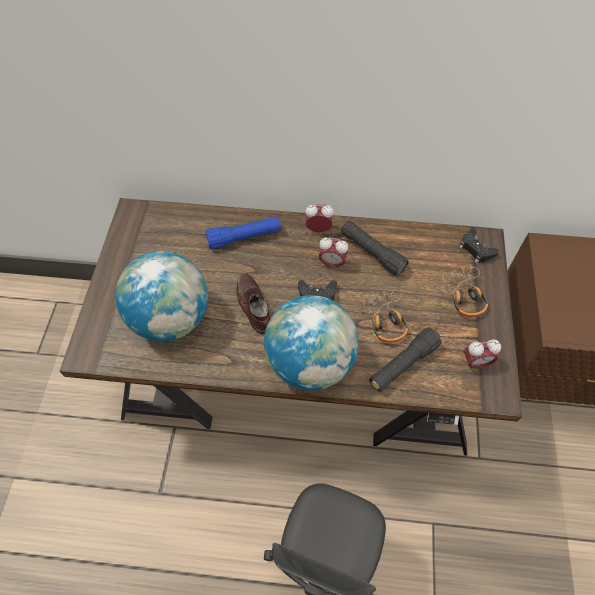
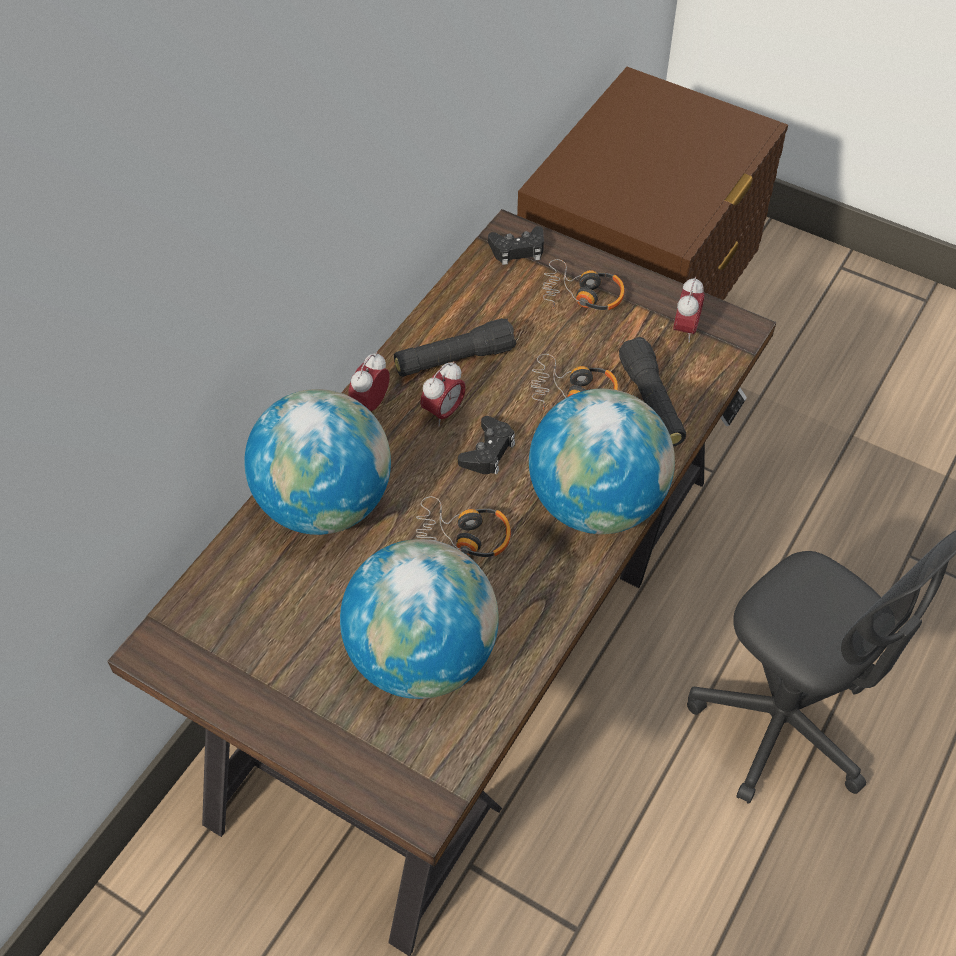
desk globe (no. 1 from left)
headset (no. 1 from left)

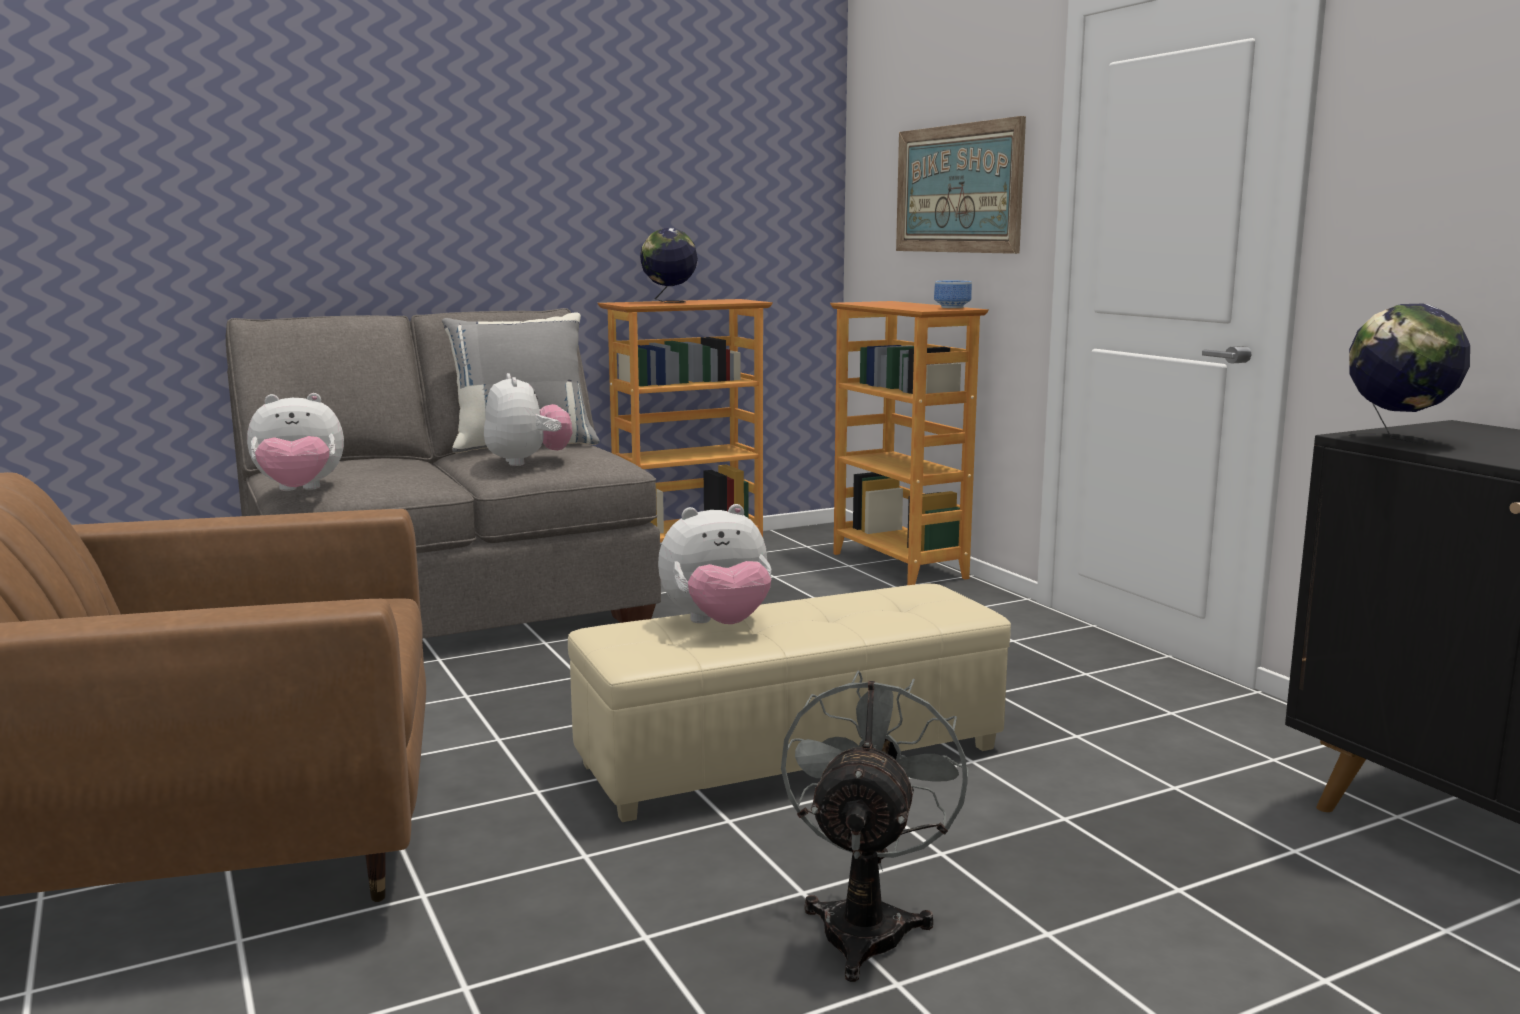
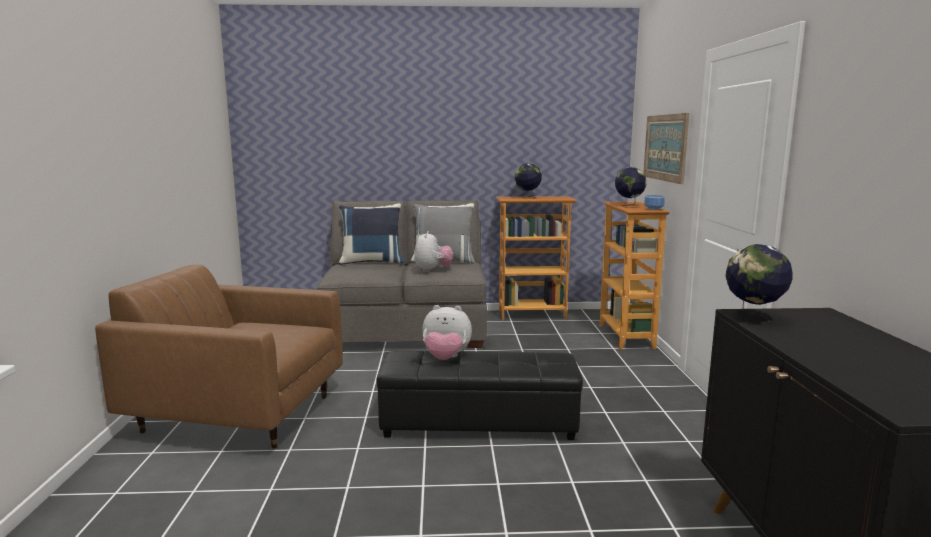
soft toy (no. 1 from left in the first image)
ottoman (black)
electric fan (gray)
pillow (bluish)
desk globe (no. 2 from left)

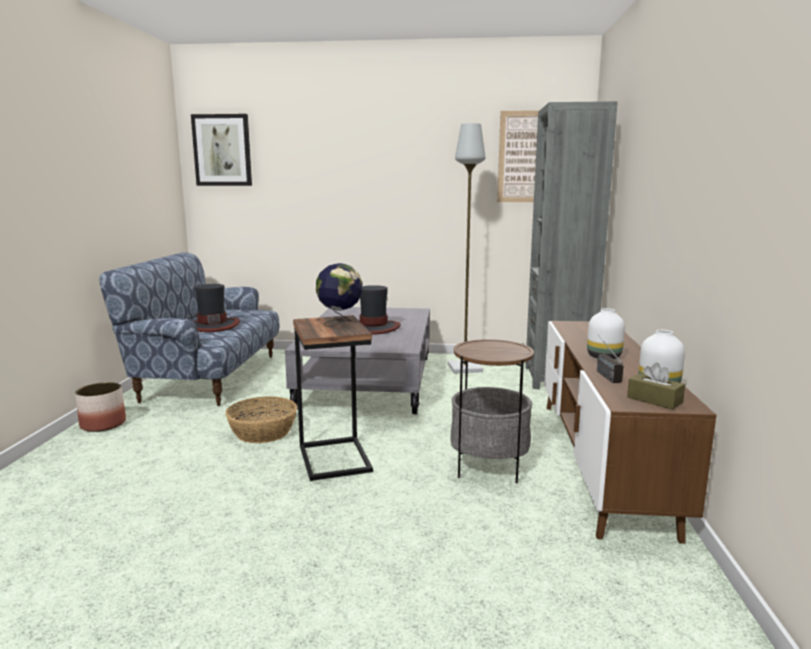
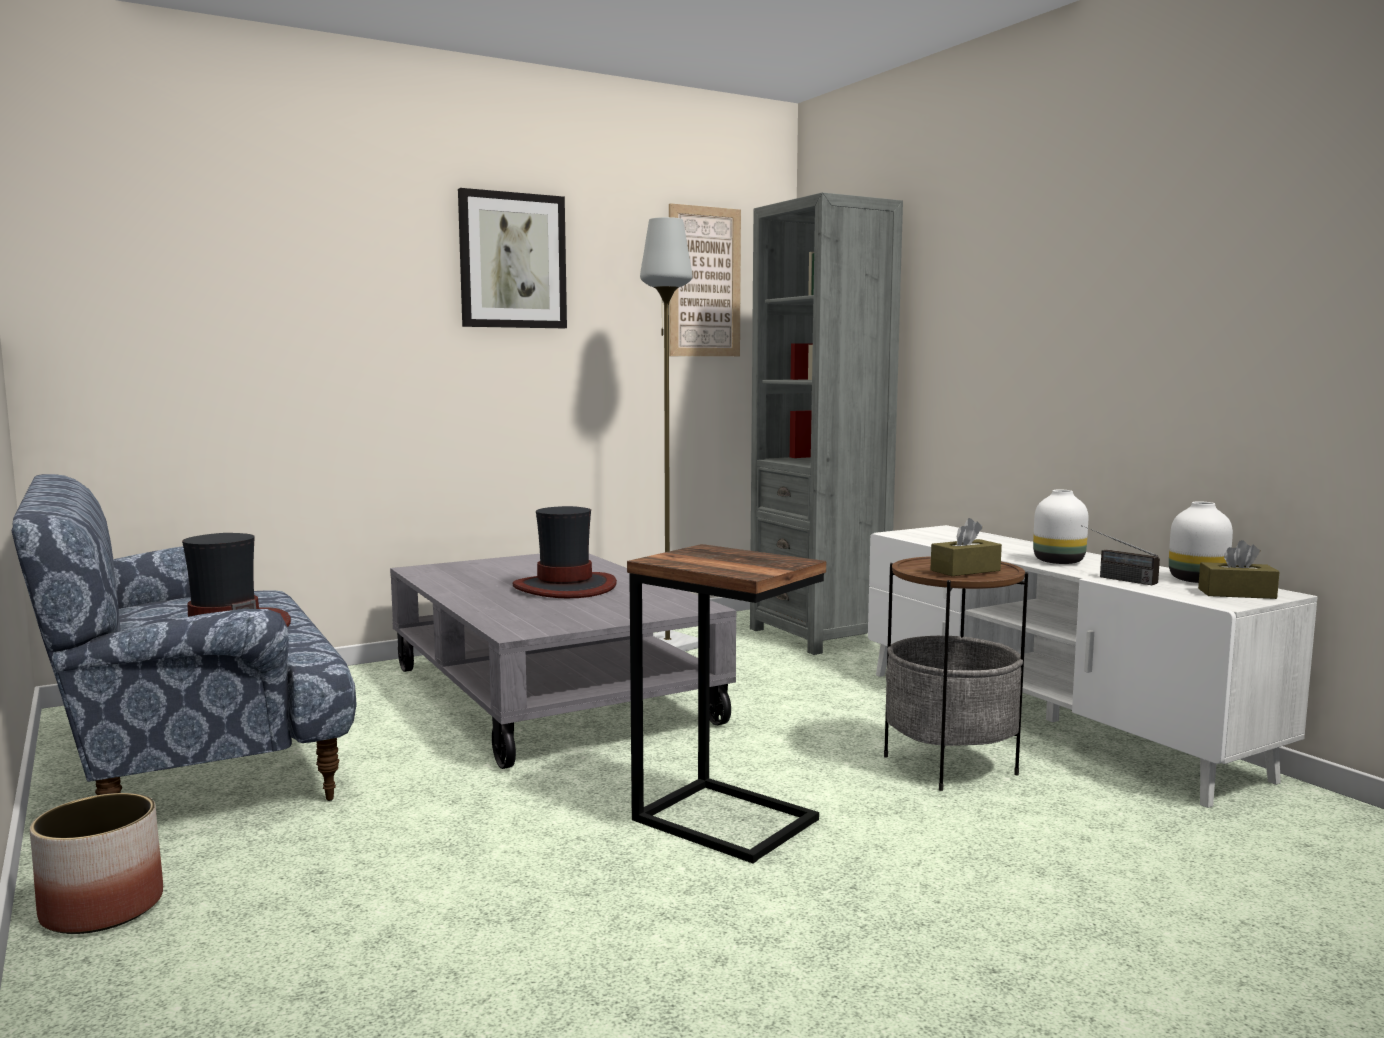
wall art (no. 1 from left)
storage basket
desk globe
tv stand (whitish)
box of tissues (brownish) (no. 1 from left)

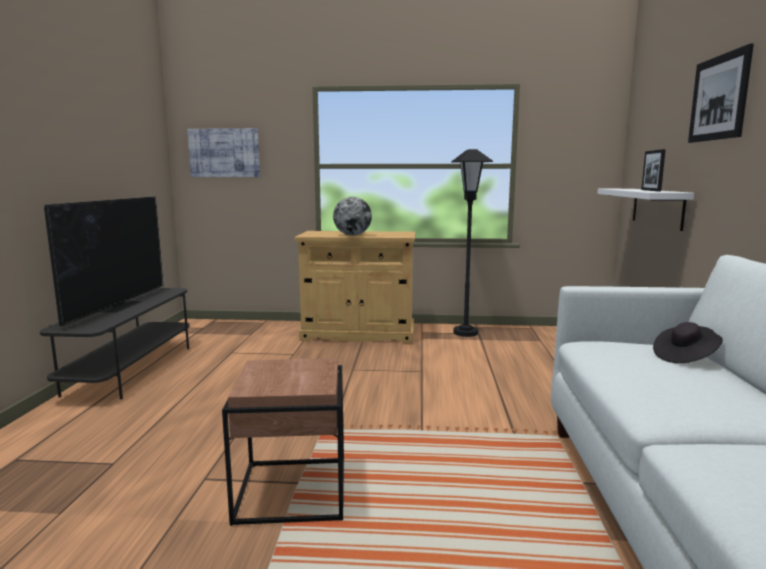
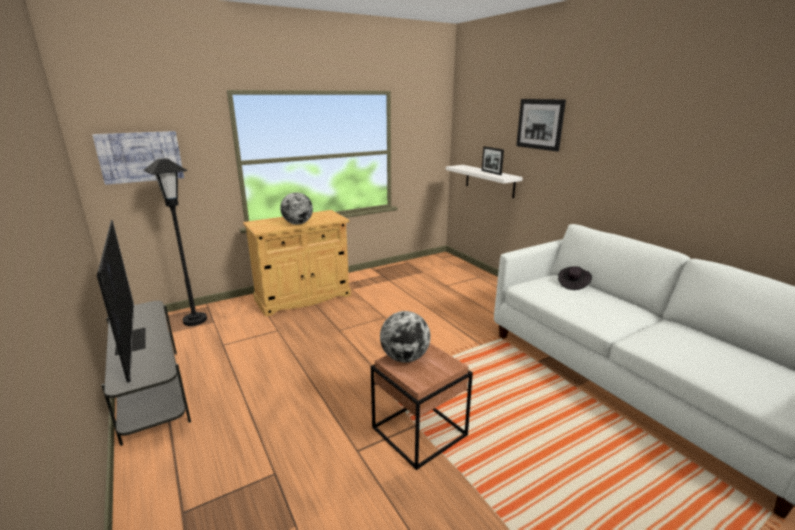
floor lamp (black)
desk globe (no. 2 from left)

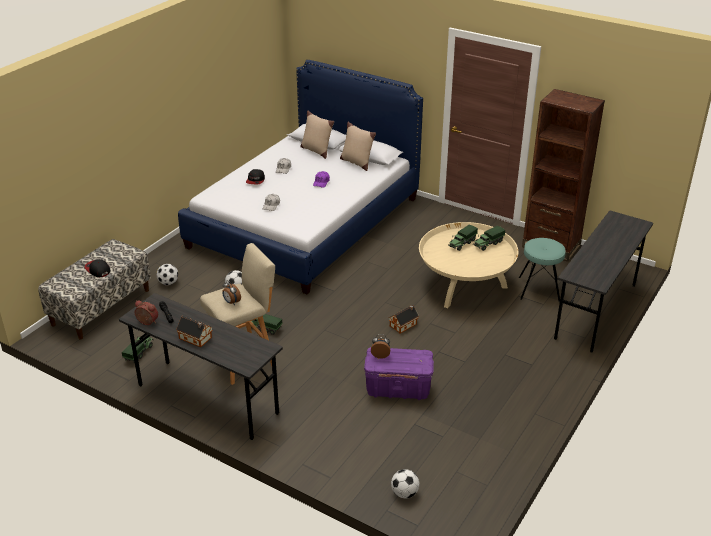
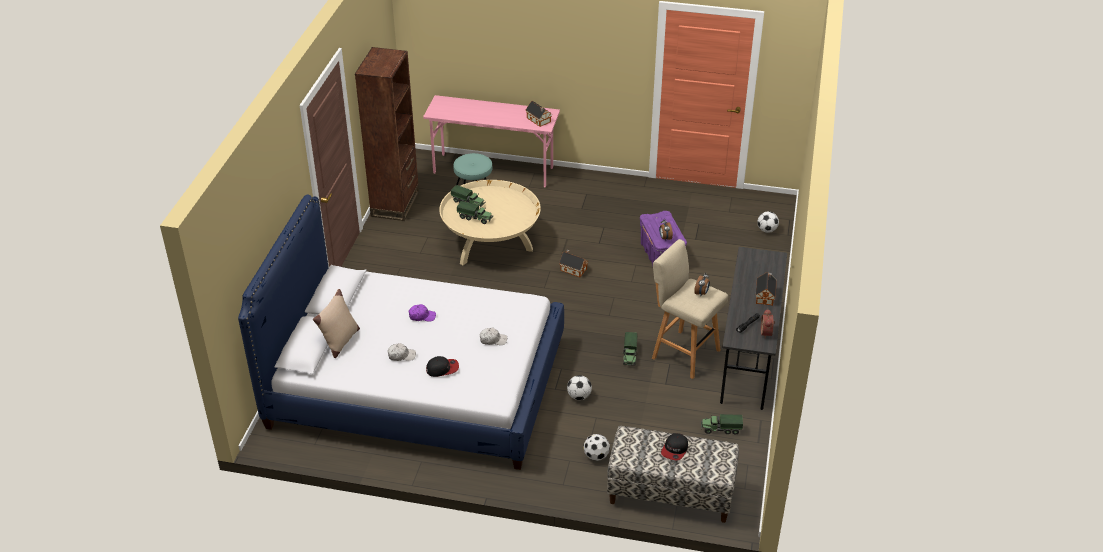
pillow (beige) (no. 2 from left in the first image)
desk unit (pinkish)
miniature house (no. 1 from left)

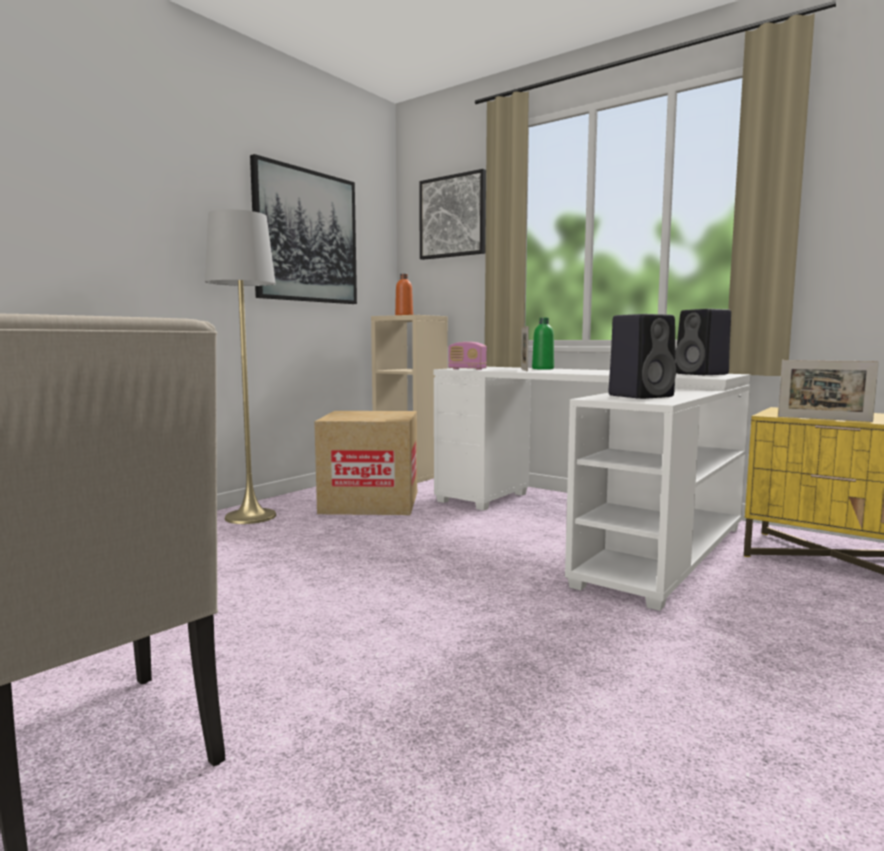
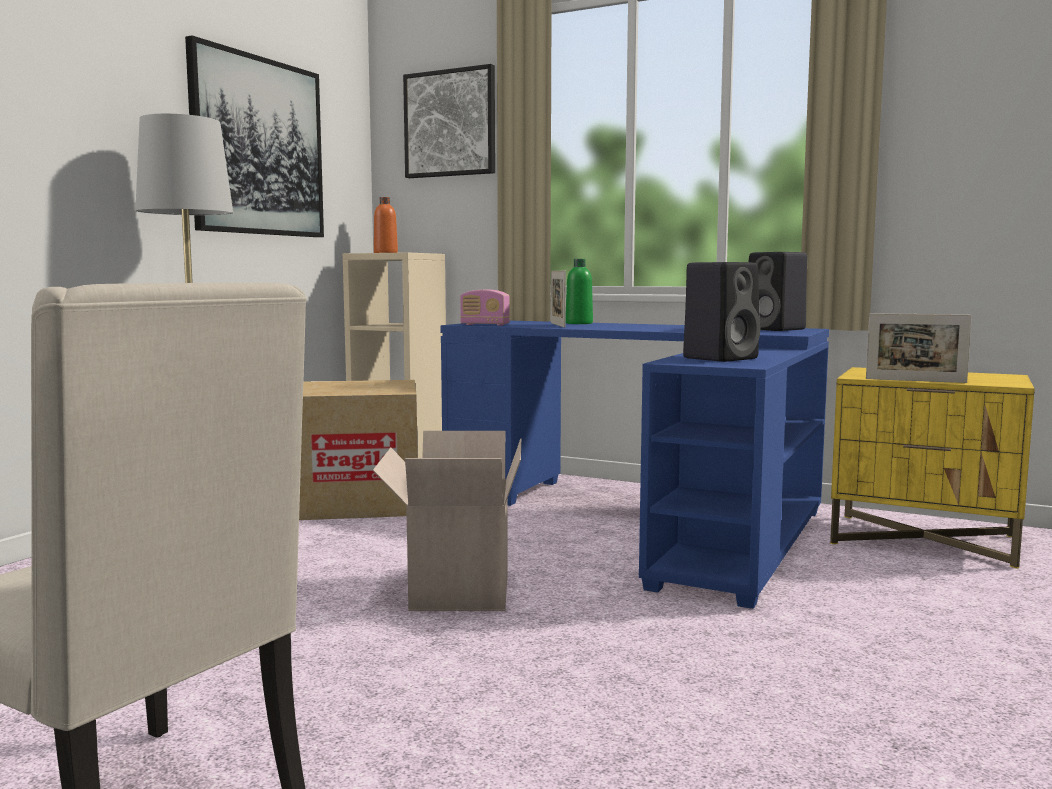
desk unit (bluish)
carton (no. 2 from left)

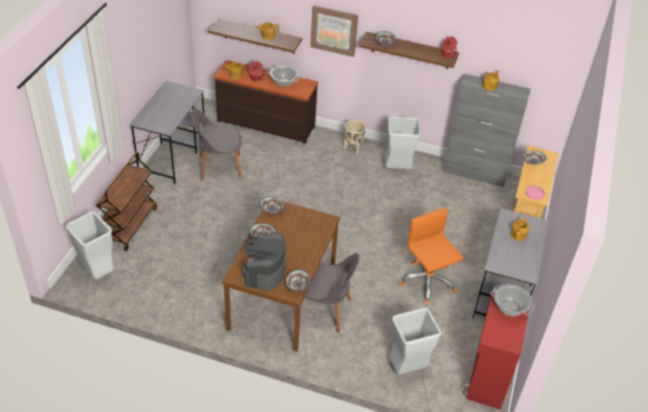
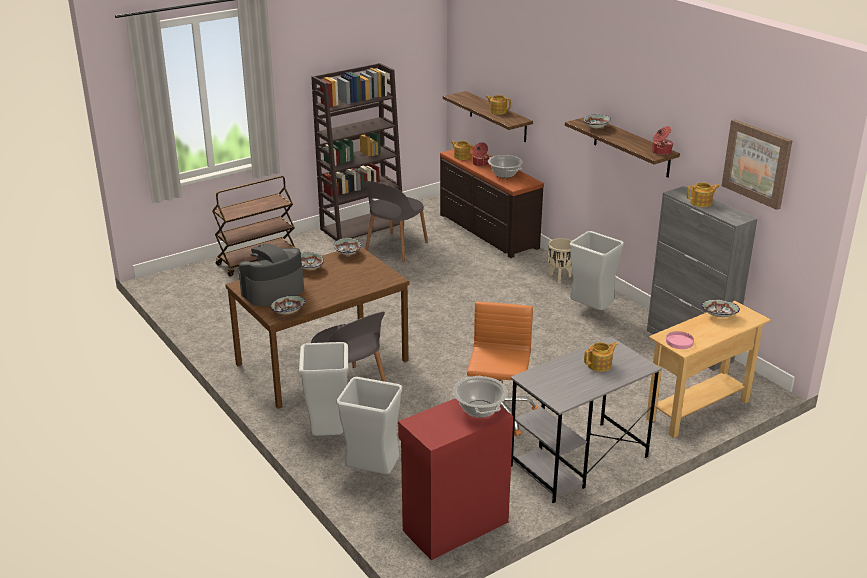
trash can (gray) (no. 1 from left)
shelving unit (brownish)
upright chair (gray) (no. 2 from left)
wall art

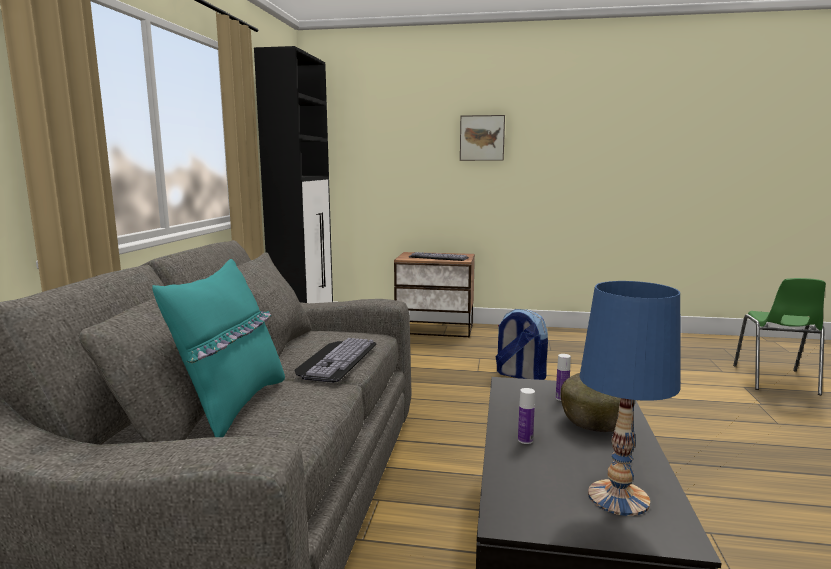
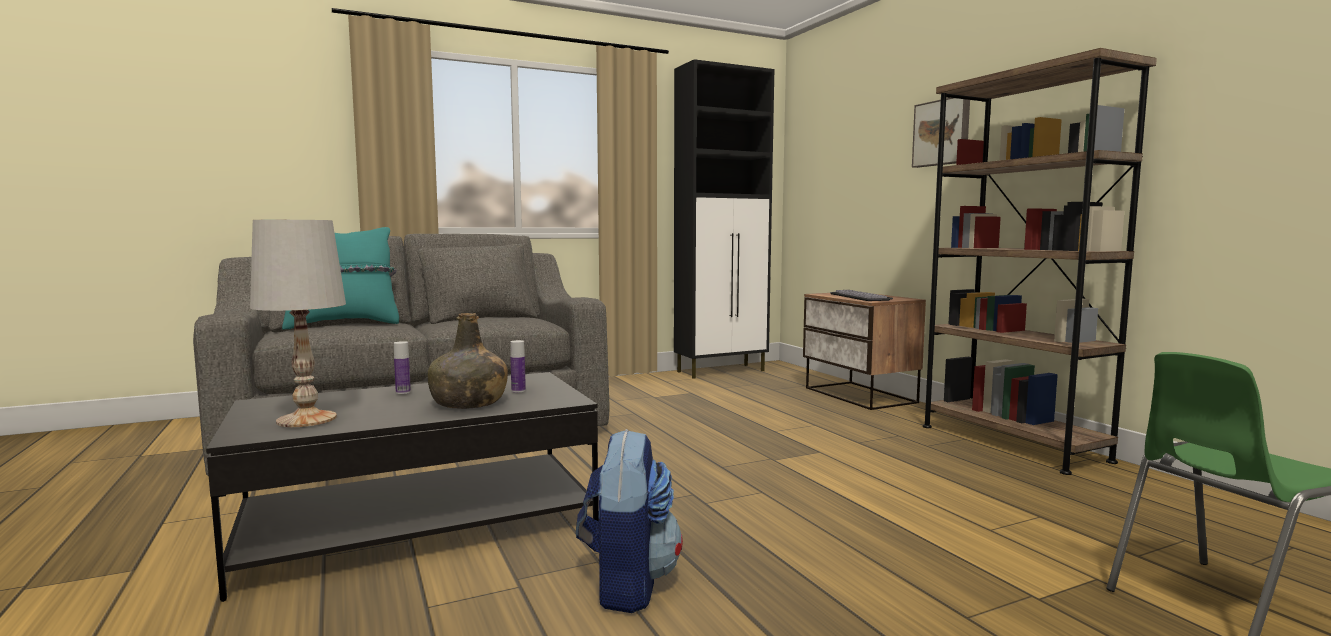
PC keyboard (no. 1 from left in the first image)
rucksack
table lamp (whitish)
shelving unit (brownish)

